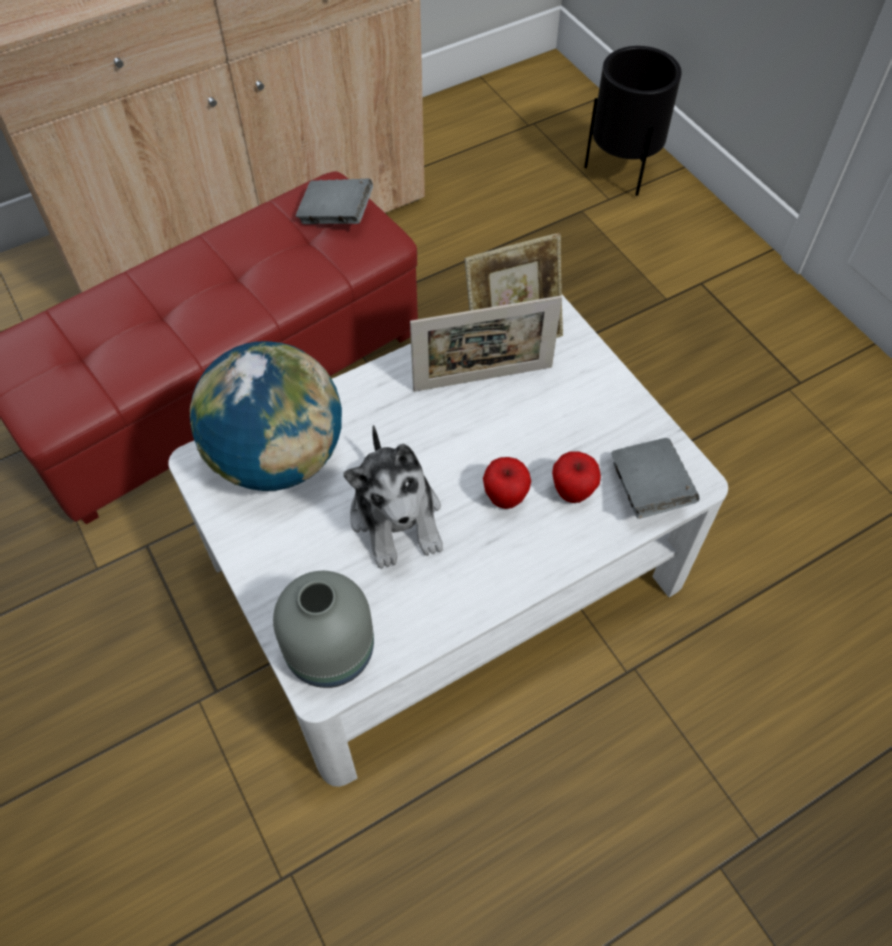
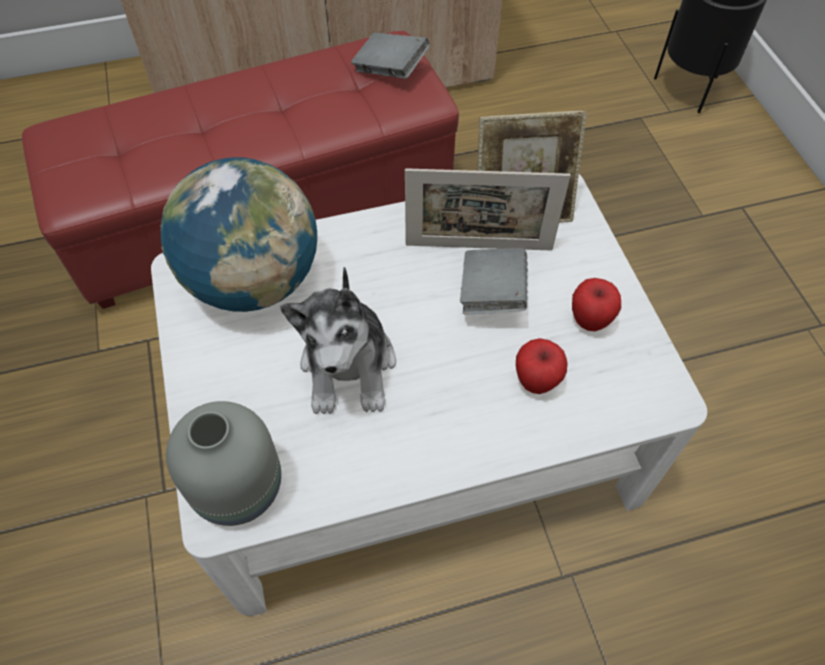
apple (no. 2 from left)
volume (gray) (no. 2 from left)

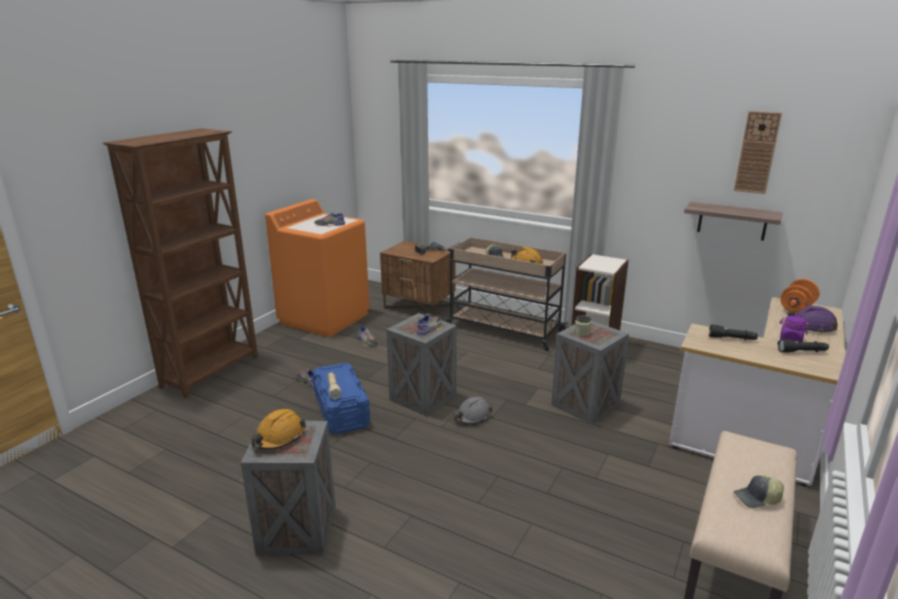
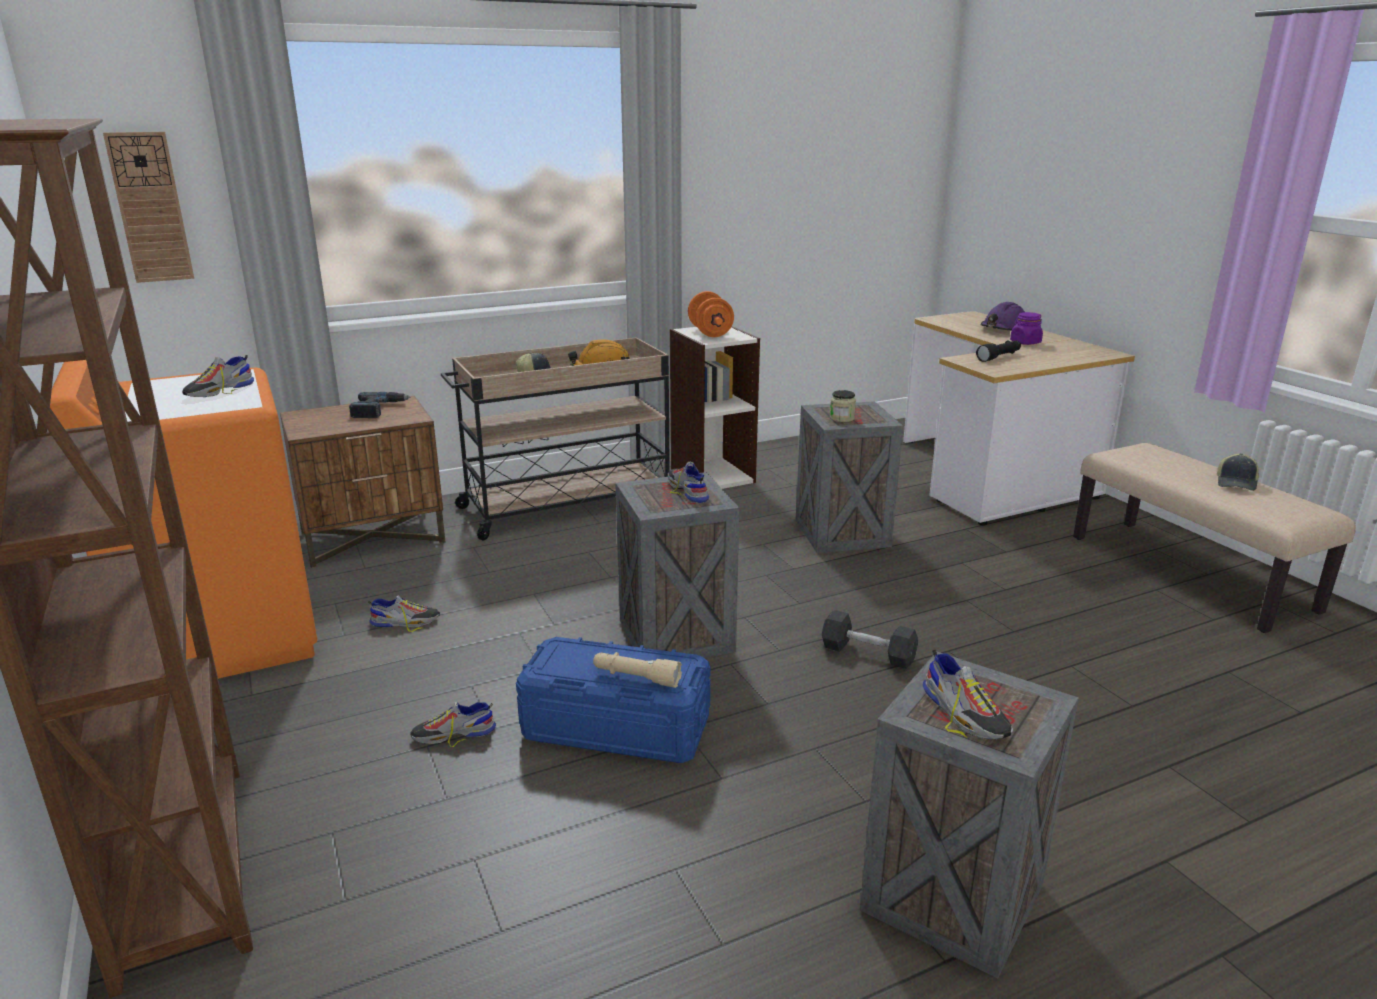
item of footwear (no. 5 from left)
work helmet (gray)
shelf
hanging clock
hand torch (black) (no. 2 from left in the first image)
dumbbell (orangey)
dumbbell (gray)

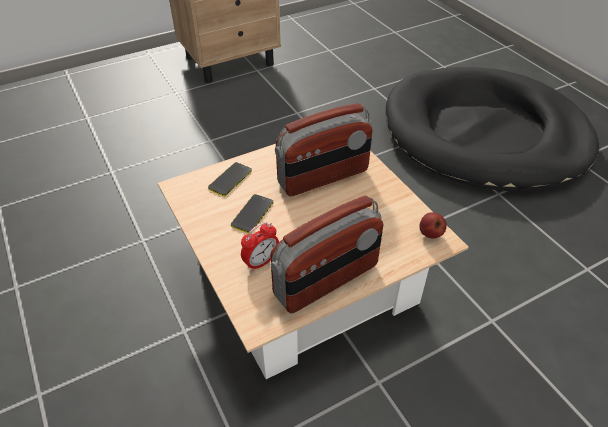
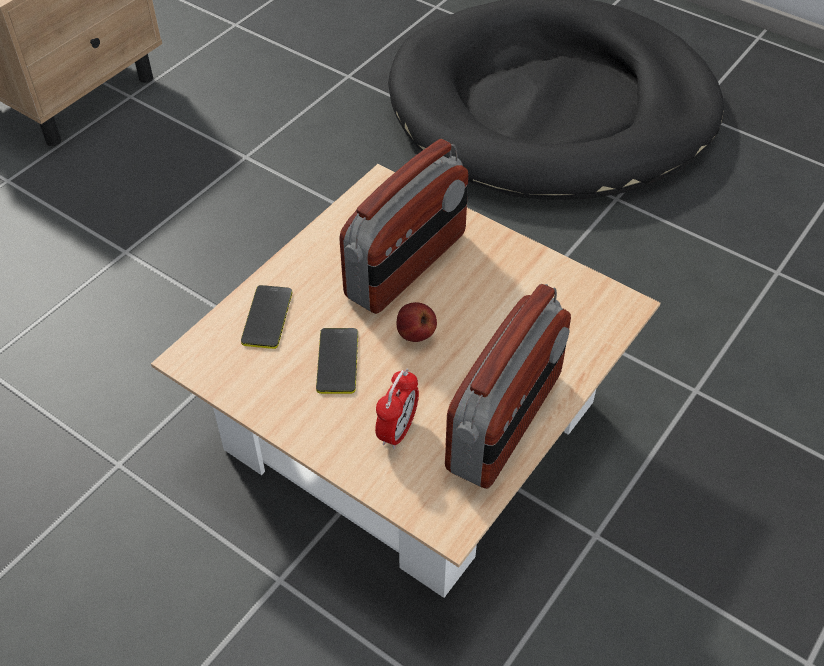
apple

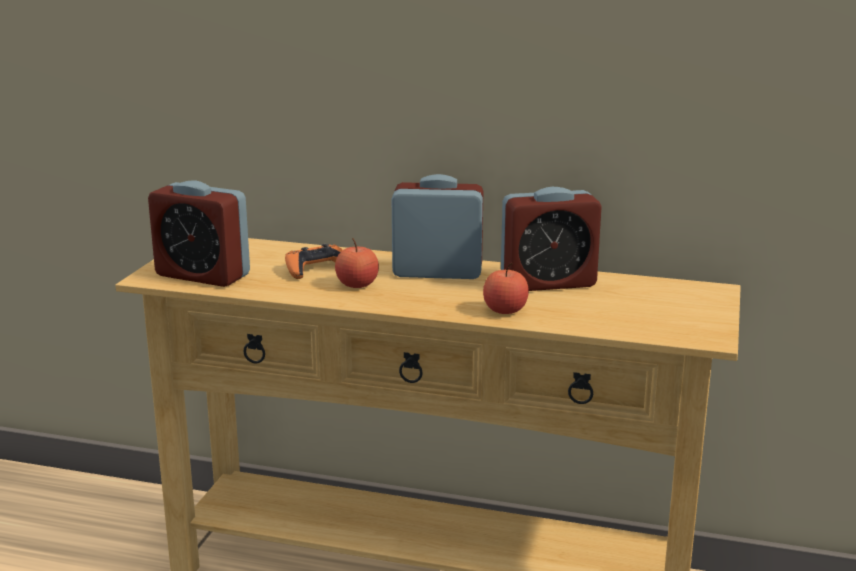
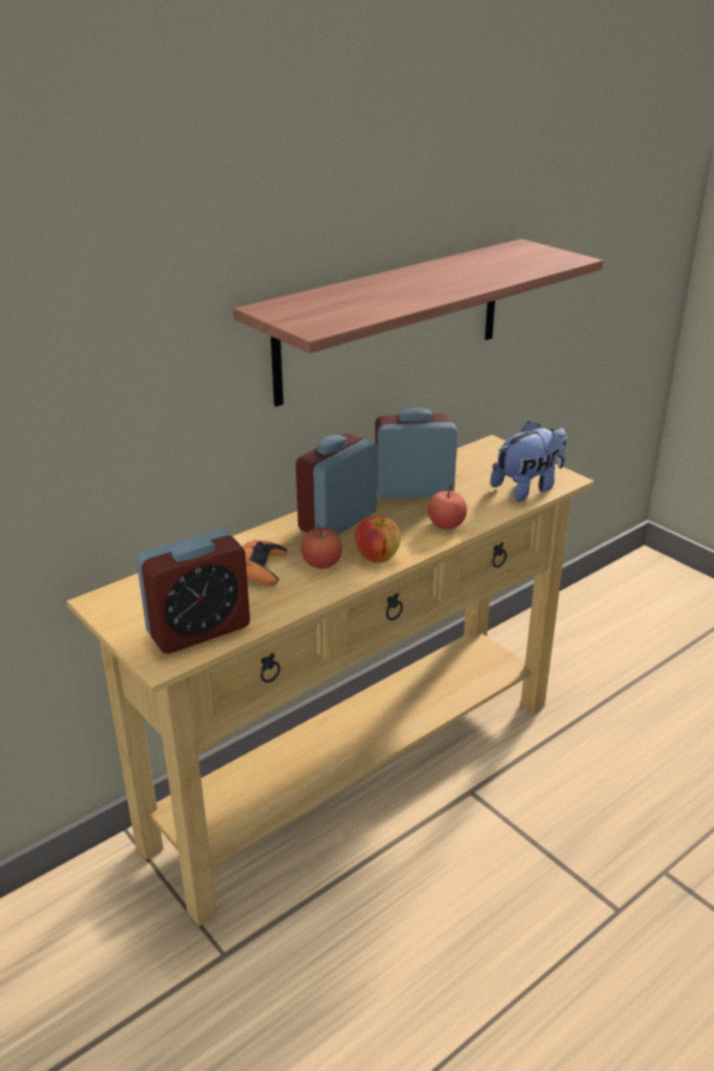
bedside clock (no. 3 from left)
shelf
apple (no. 2 from left)
soft toy

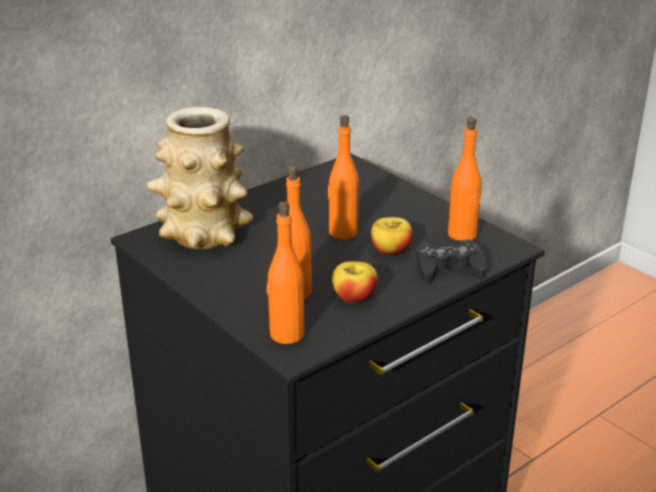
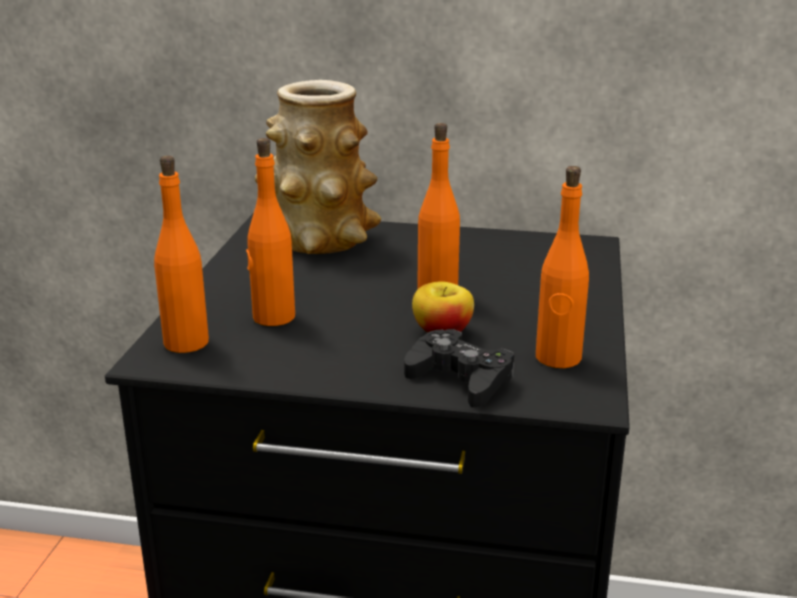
apple (no. 1 from left in the first image)

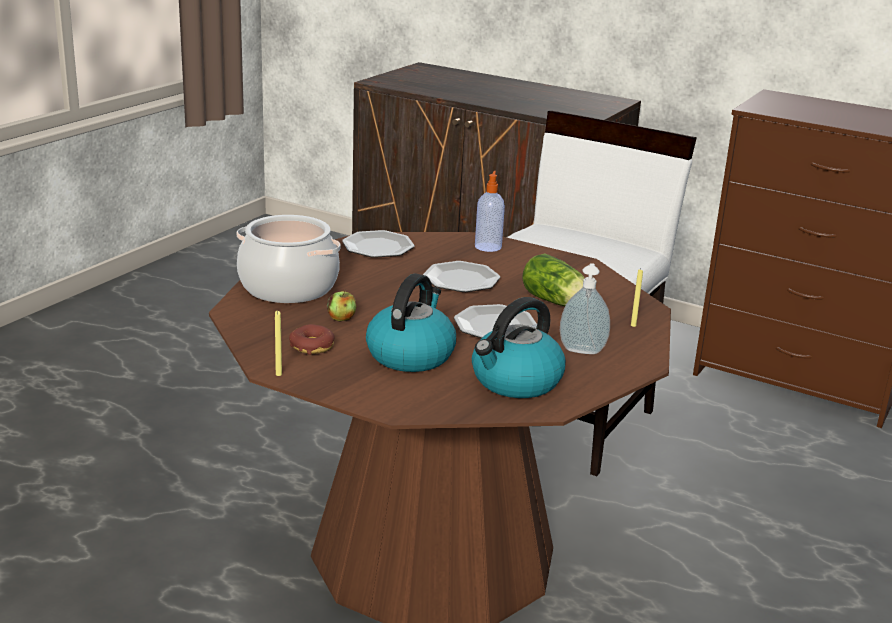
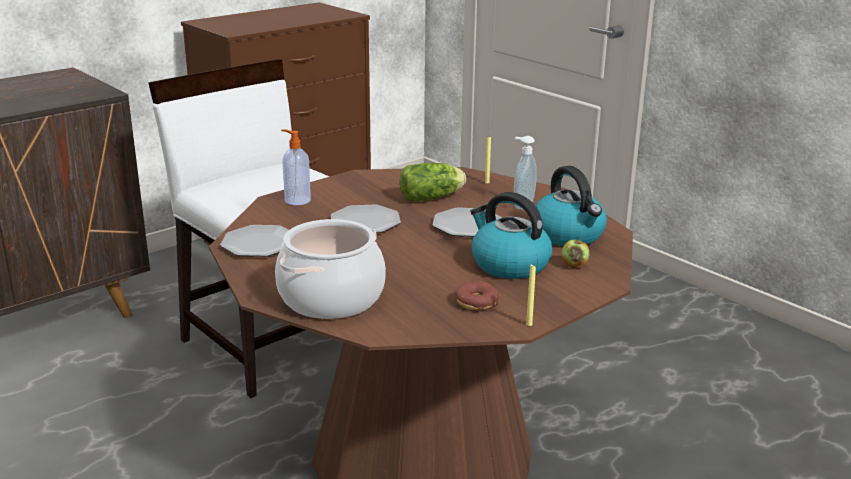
apple

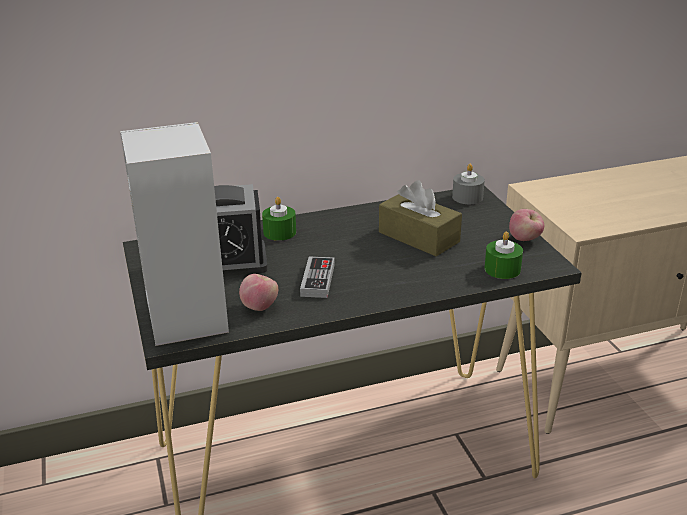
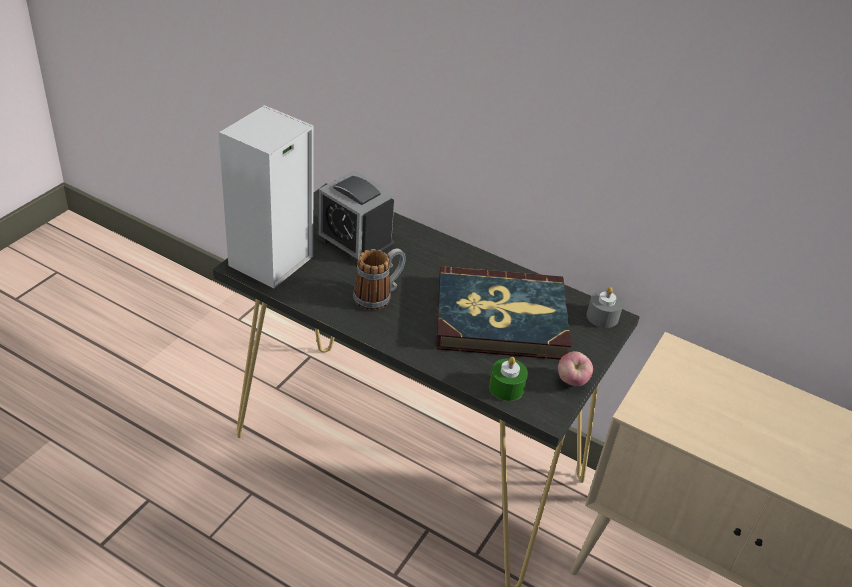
apple (no. 1 from left in the first image)
wax light (greenish) (no. 1 from left in the first image)
tea mug
volume

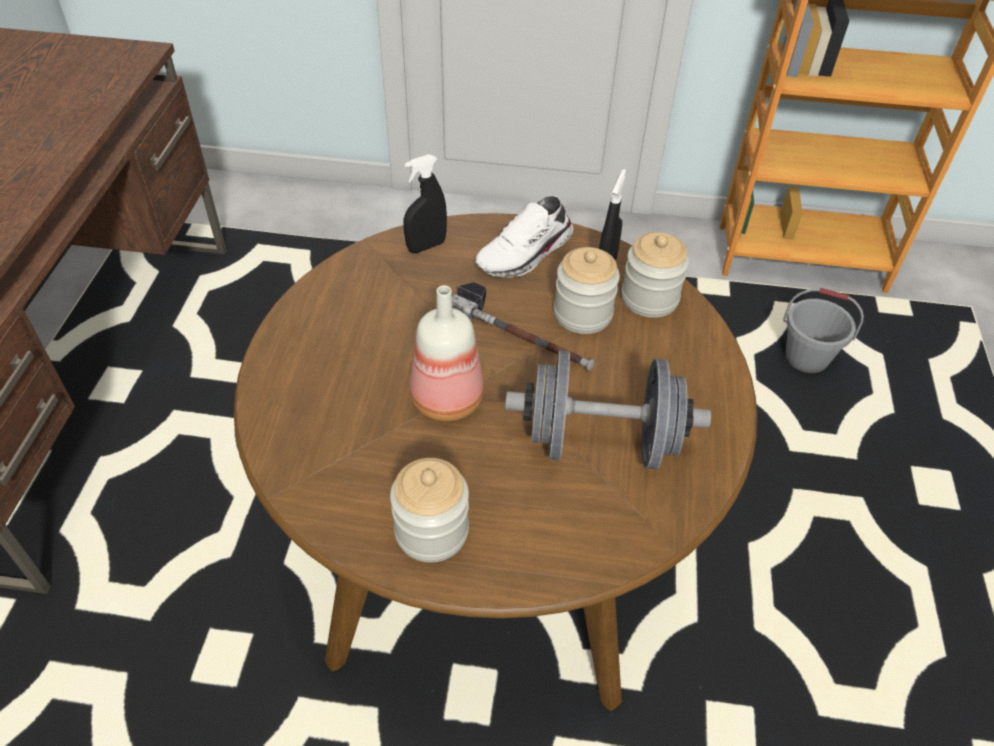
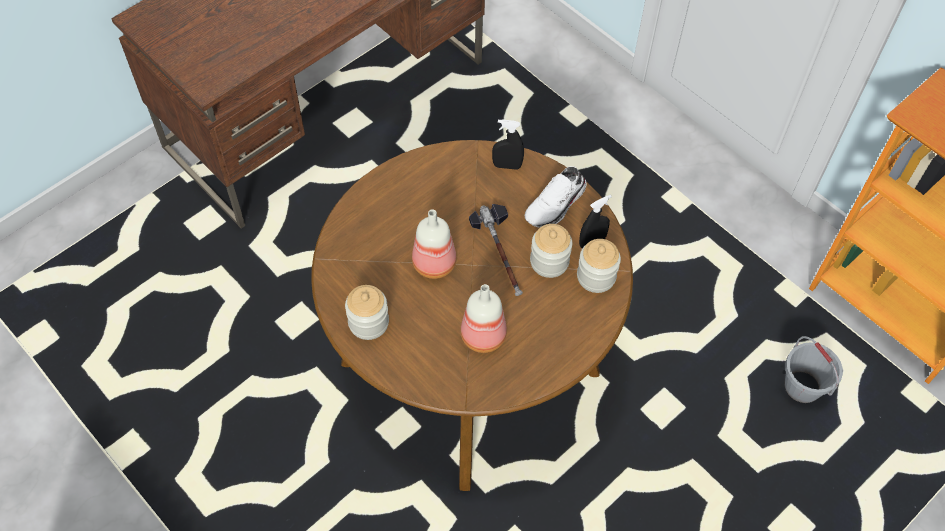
item of footwear (whitish)
beverage bottle (no. 2 from left)

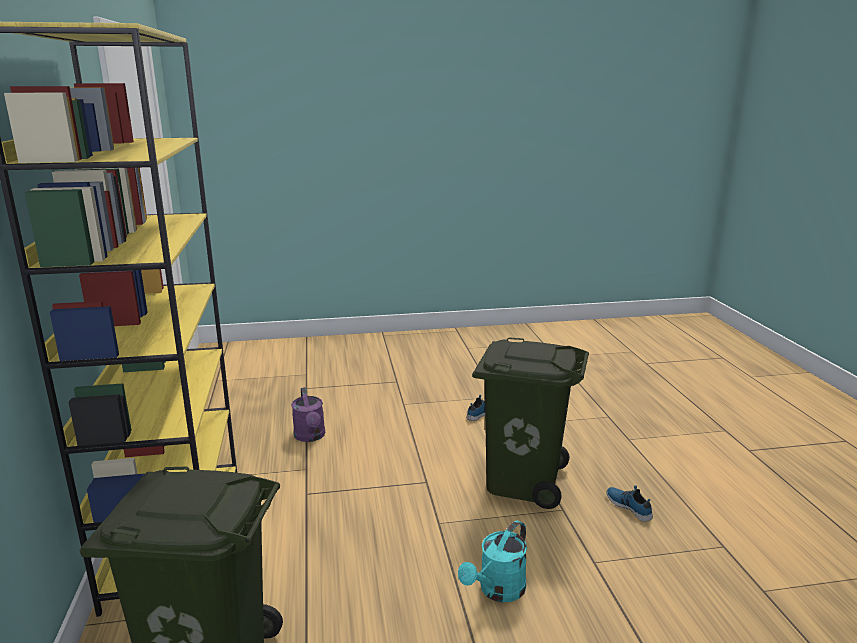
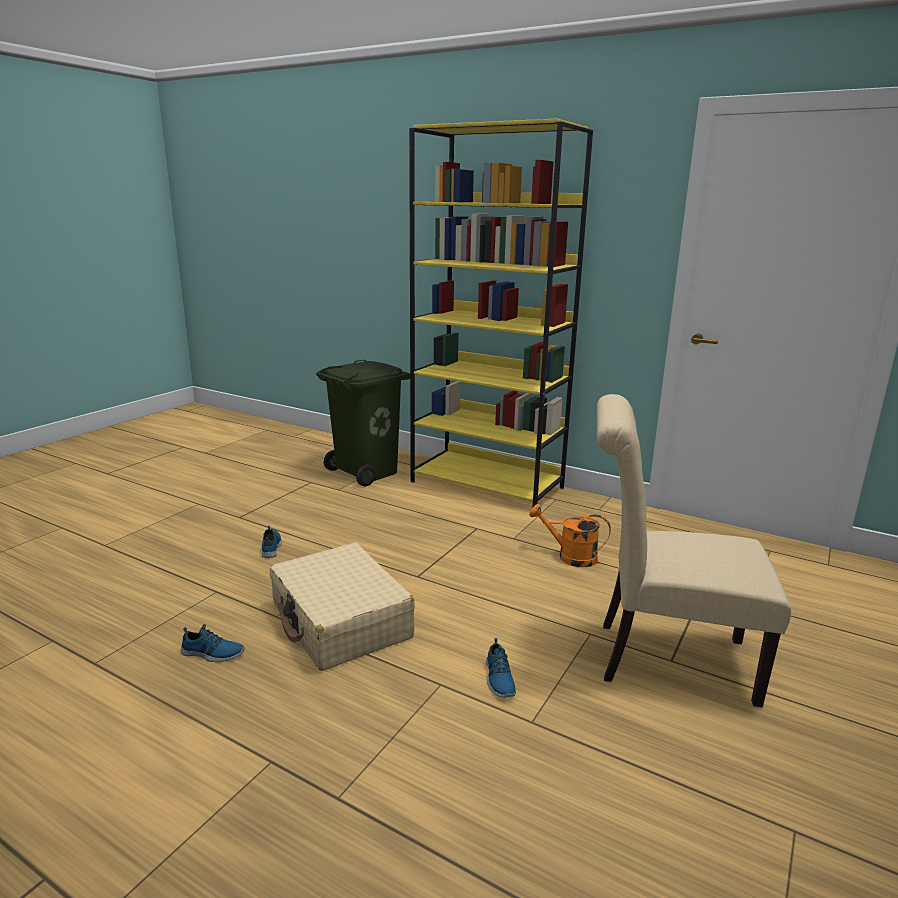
sprinkling can (orangey)
item of footwear (no. 2 from left)
suitcase (beige)
upright chair (beige)

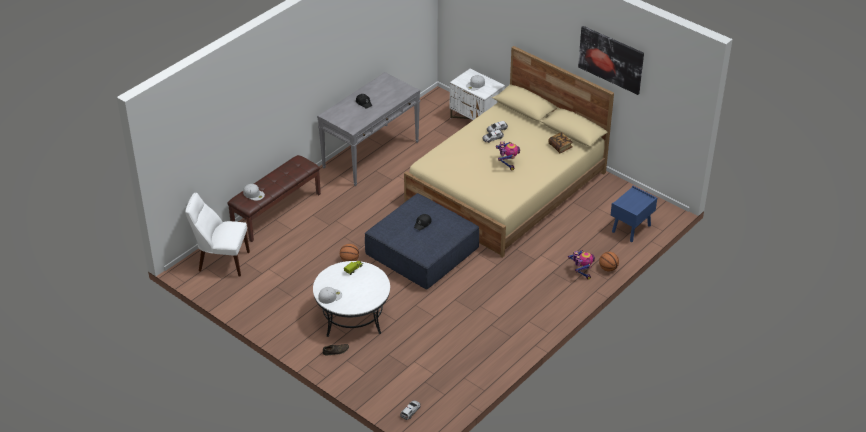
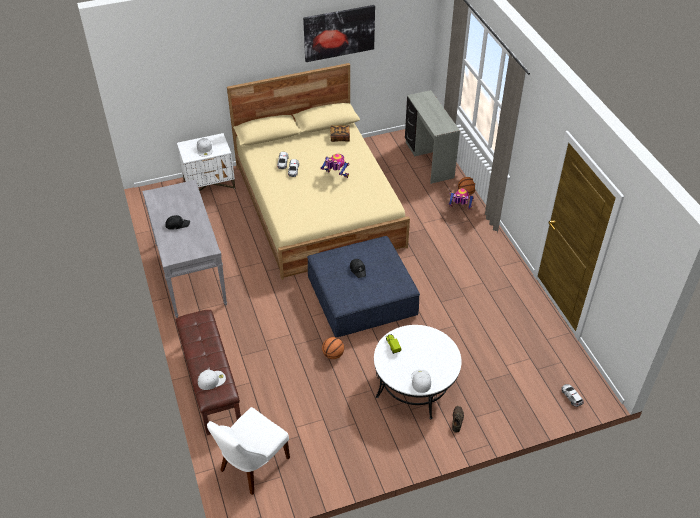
desk unit (gray)

